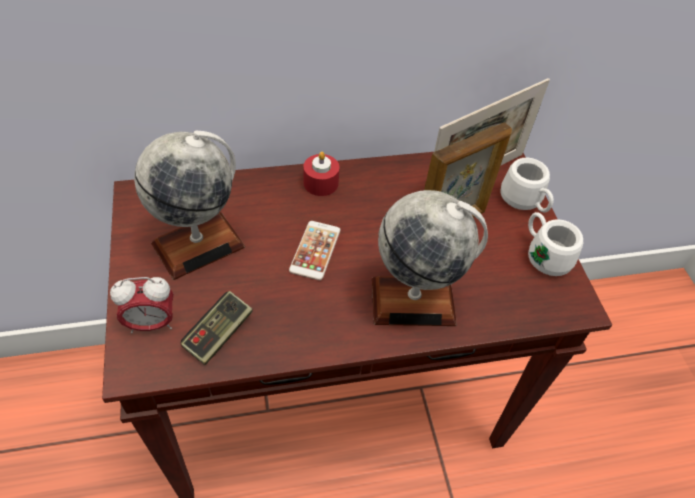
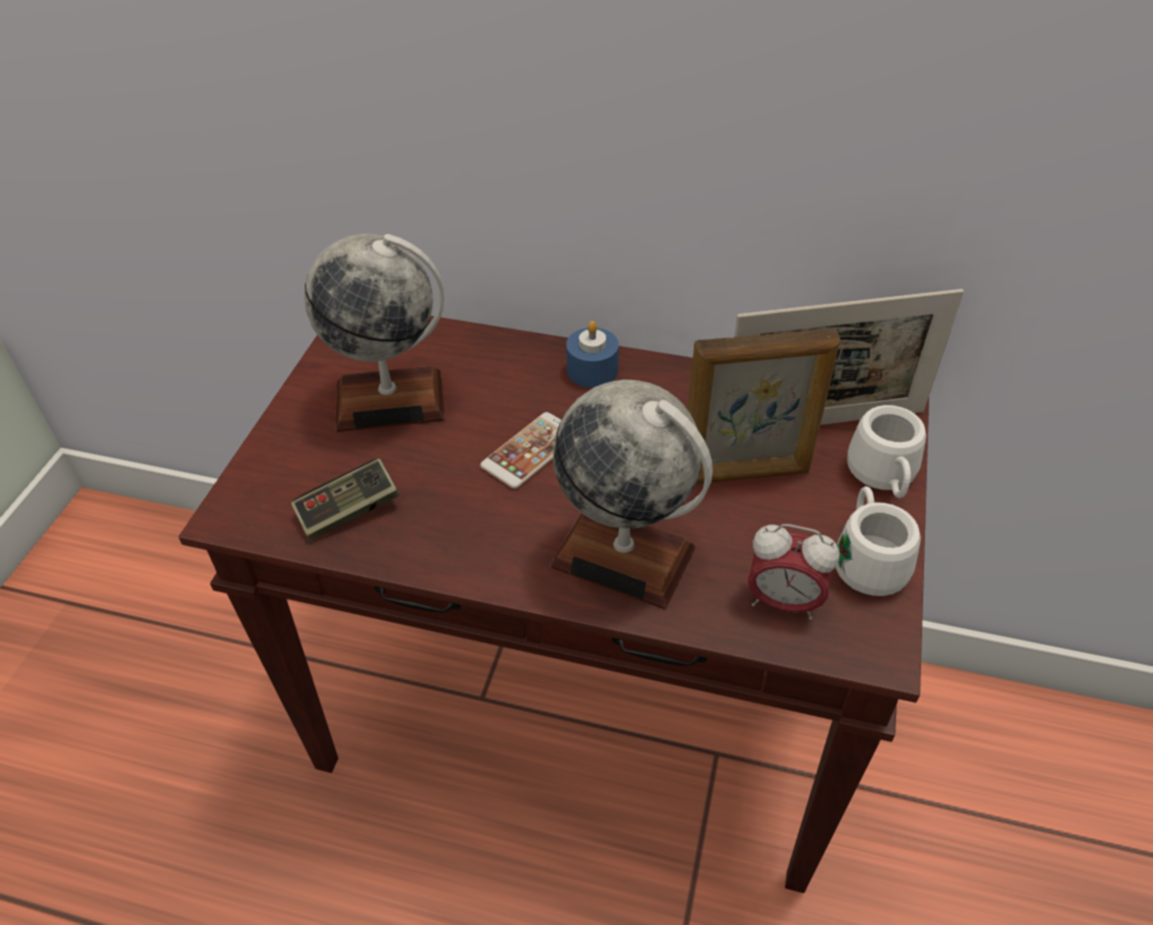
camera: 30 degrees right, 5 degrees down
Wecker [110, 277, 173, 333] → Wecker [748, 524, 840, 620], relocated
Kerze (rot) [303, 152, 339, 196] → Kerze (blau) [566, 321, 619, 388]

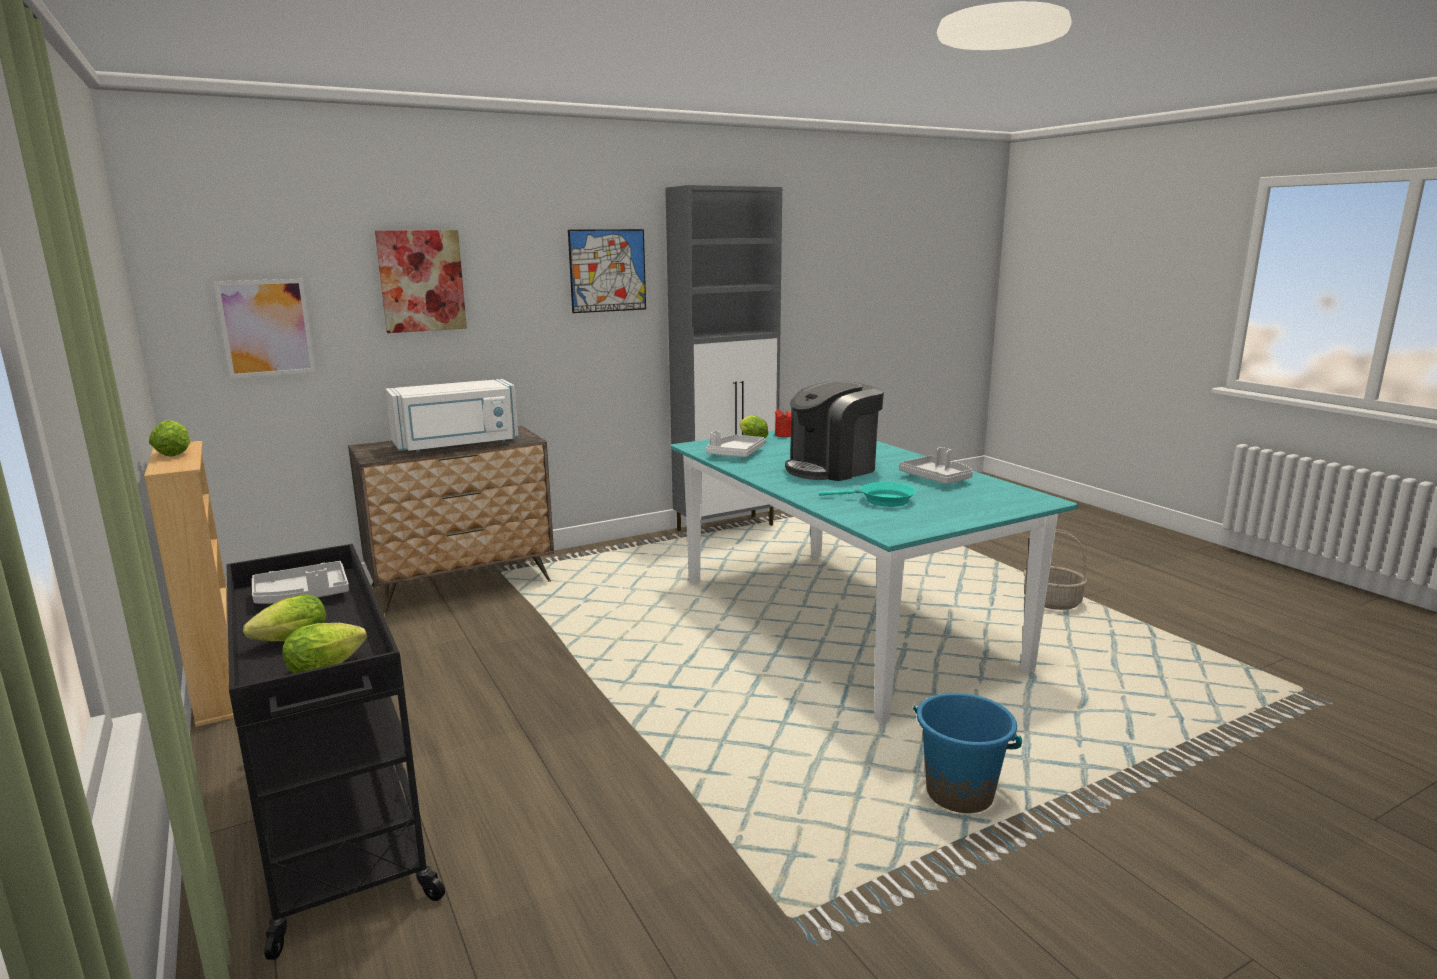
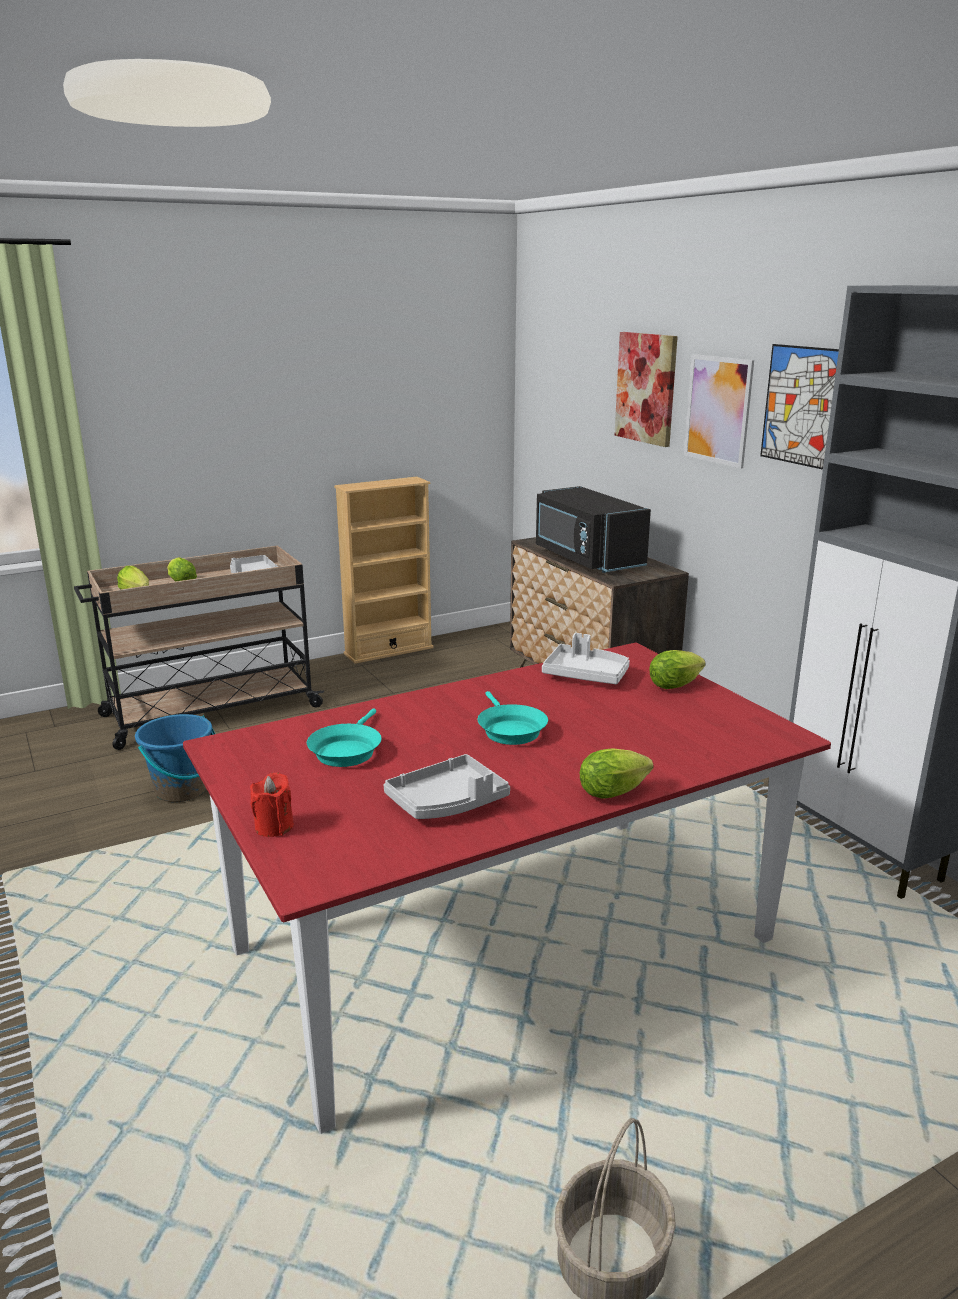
camera: 90 degrees right, 5 degrees up
Salatkopf [149, 420, 190, 457] → Salatkopf [580, 748, 654, 799], relocated
Bild [214, 279, 316, 378] → Bild [684, 354, 754, 469], relocated
Rollwagen (schwarz) [226, 544, 445, 960] → Rollwagen (beige) [74, 546, 324, 750]
Mikrowelle (weiß) [385, 379, 519, 453] → Mikrowelle (schwarz) [536, 486, 651, 573]
Esstisch (türkis) [670, 431, 1077, 724] → Esstisch (rot) [183, 642, 831, 1134]
Kerze (rot) [775, 409, 791, 437] → Kerze (rot) [250, 773, 294, 837], relocated
Kaffeemaschine [785, 381, 884, 481] → Pfanne (türkis) [478, 691, 548, 745]
Eimer (blau) [913, 693, 1022, 813] → Eimer (blau) [135, 714, 215, 802], relocated

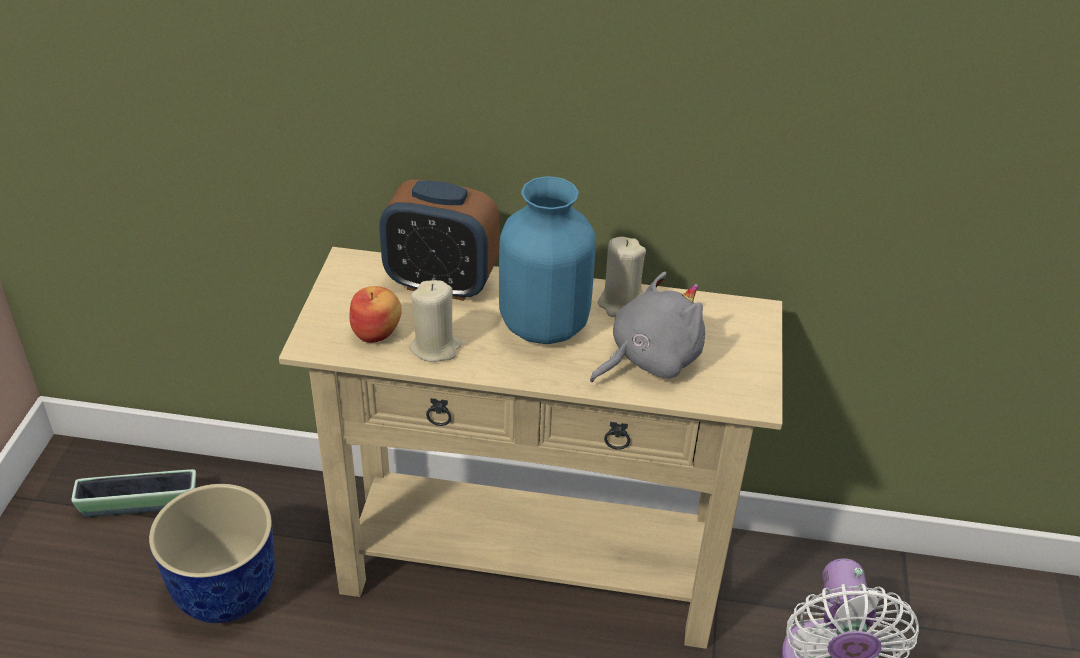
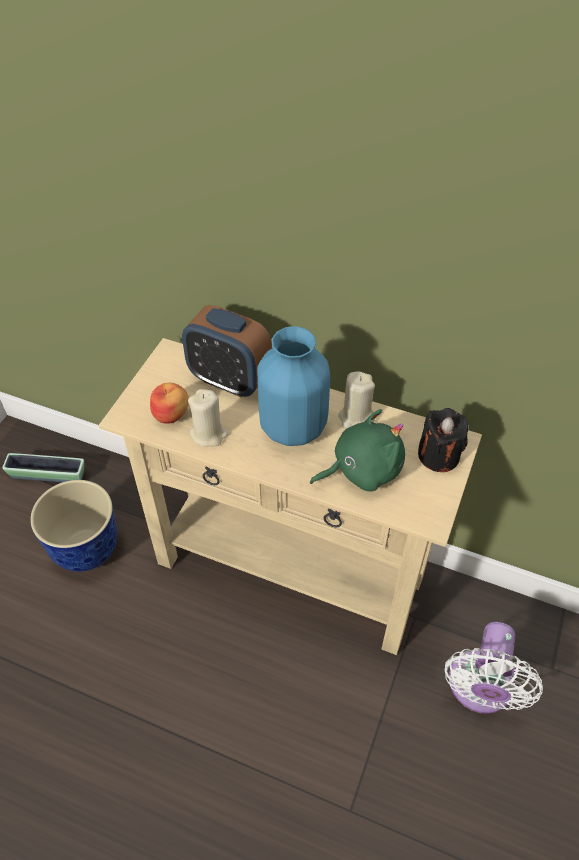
camera: 15 degrees right, 10 degrees up
Plüschtier (grau) [590, 272, 705, 382] → Plüschtier (grün) [310, 409, 405, 492]
- → Kerze (schwarz) [418, 408, 468, 472]

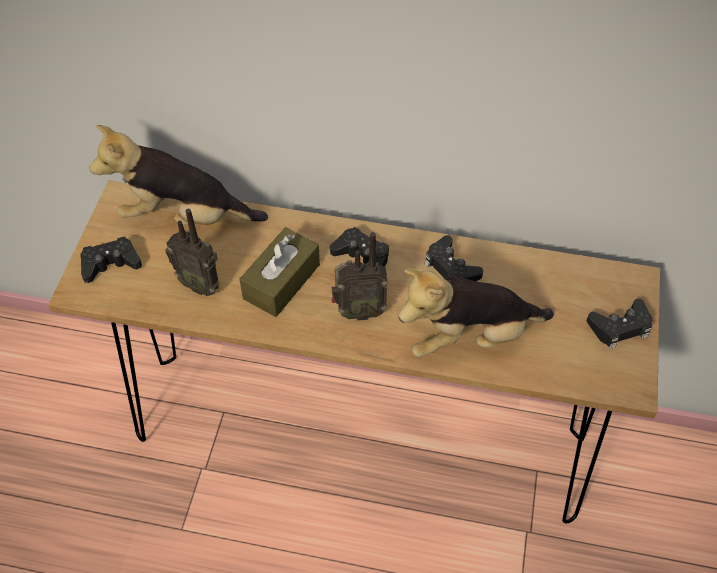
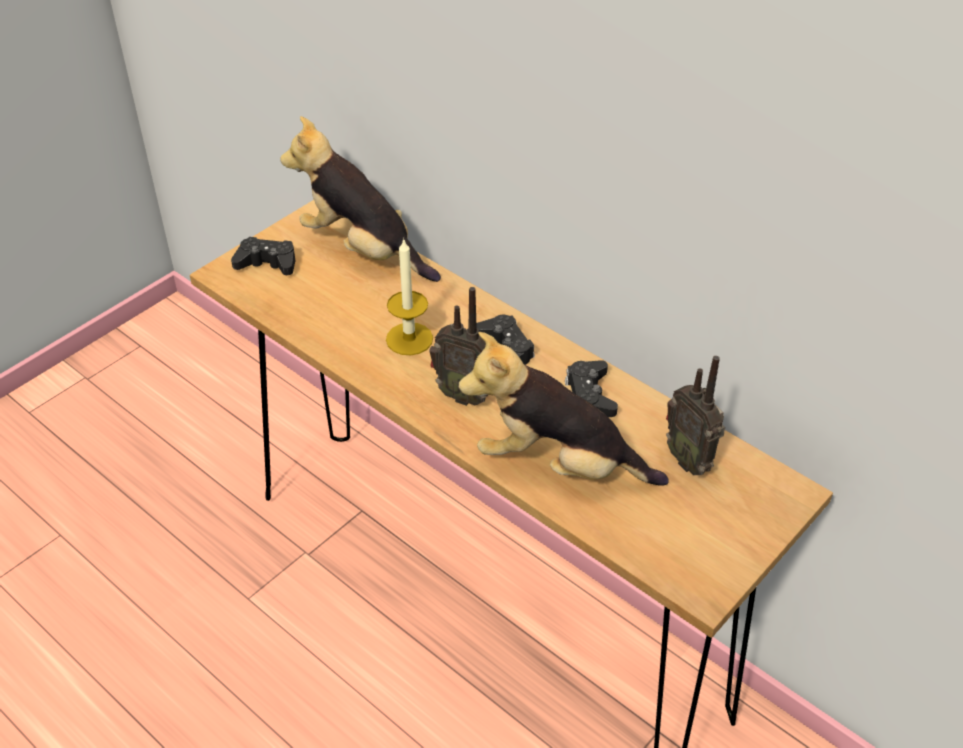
camera: 30 degrees right, 10 degrees down
Radio [165, 209, 220, 296] → Radio [666, 356, 725, 475], relocated
Taschentuchbox (braun) [239, 227, 320, 317] → Kerze [386, 238, 433, 356]
Gamepad (schwarz) [587, 299, 652, 349] → -

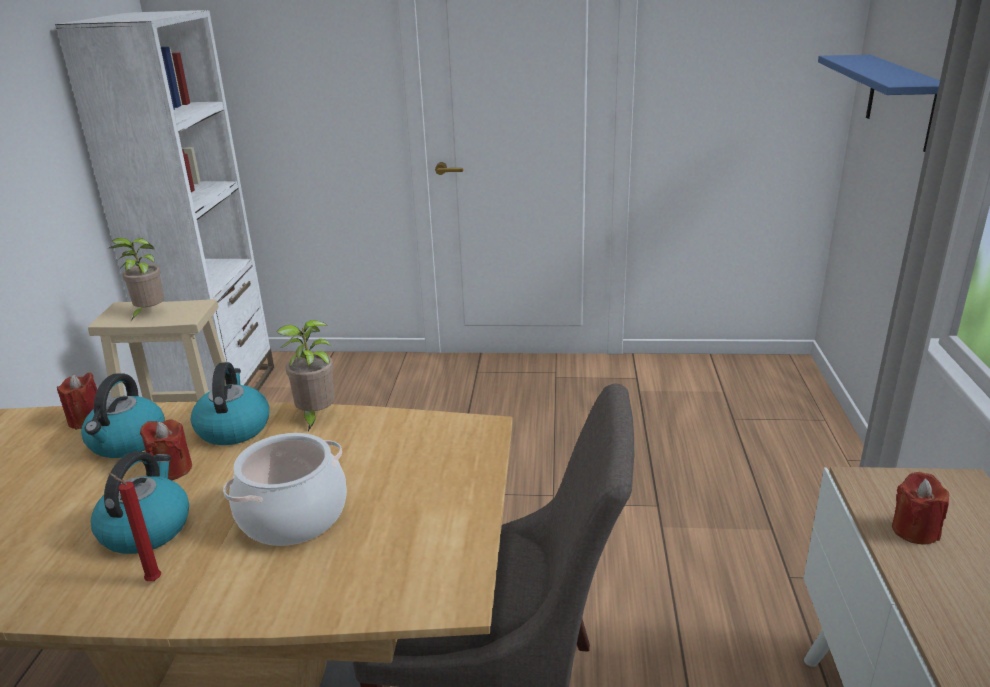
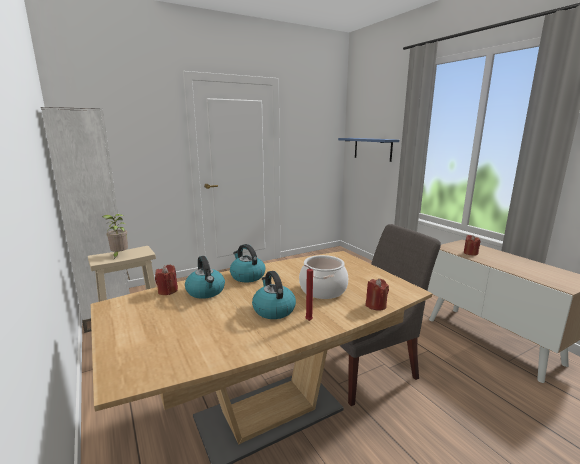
camera: 35 degrees left, 10 degrees down
Kerze (rot) [140, 419, 192, 480] → Kerze (rot) [365, 279, 389, 311], relocated
Topfpflanze [276, 320, 335, 431] → -

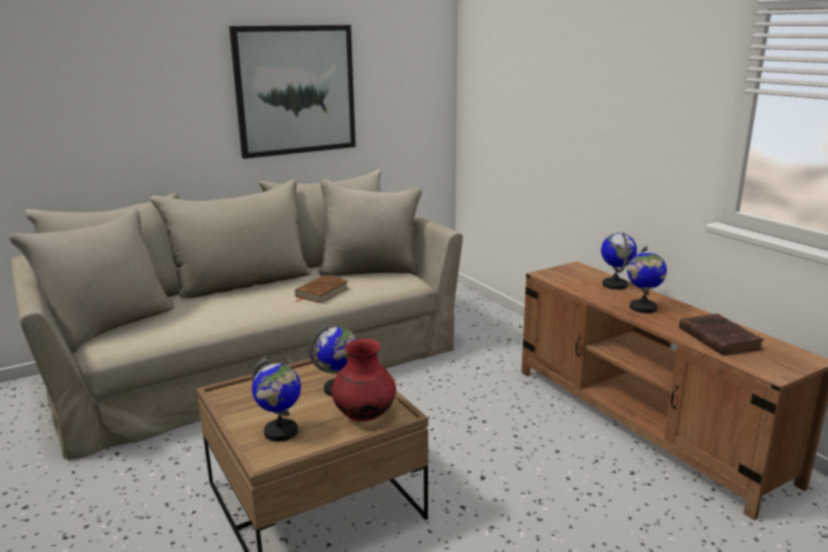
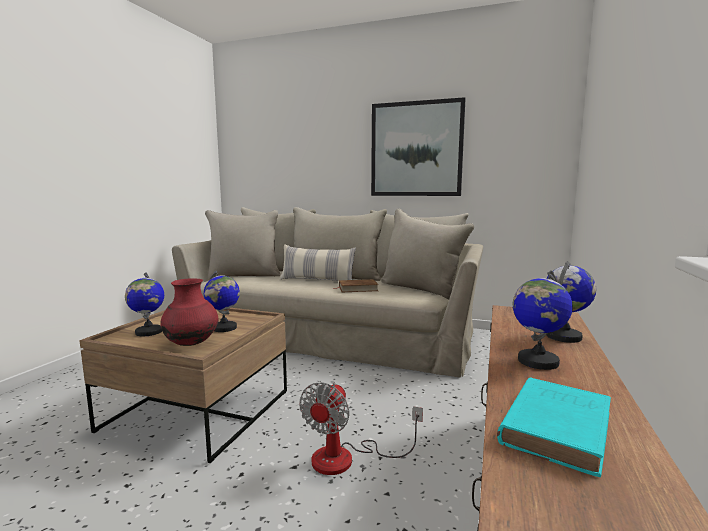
camera: 50 degrees right, 10 degrees down
Buch (braun) [679, 314, 764, 356] → Buch (türkis) [497, 377, 611, 477]
- → Kissen [280, 244, 356, 281]
- → Ventilator [299, 382, 423, 475]

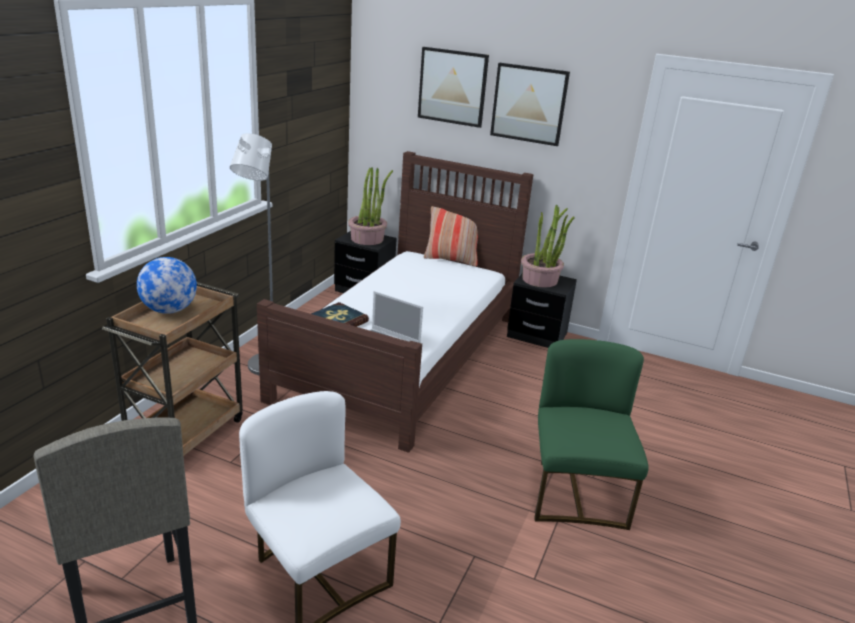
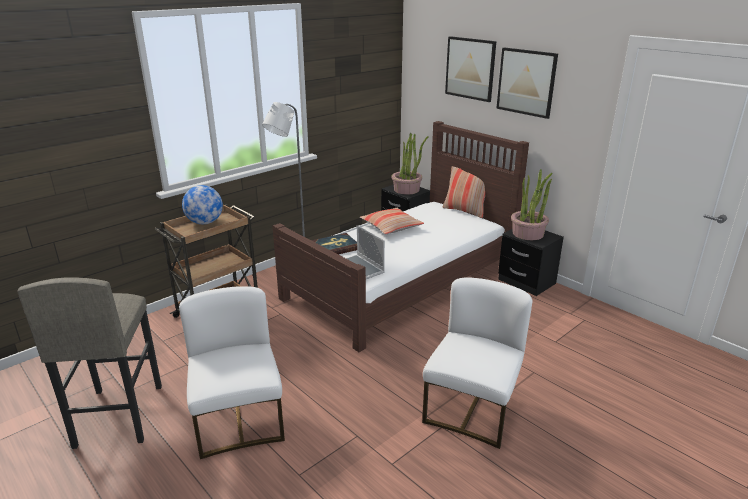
camera: 25 degrees right, 0 degrees up
Stuhl (grün) [534, 339, 649, 530] → Stuhl (weiß) [422, 277, 533, 449]
- → Kissen [360, 208, 424, 235]

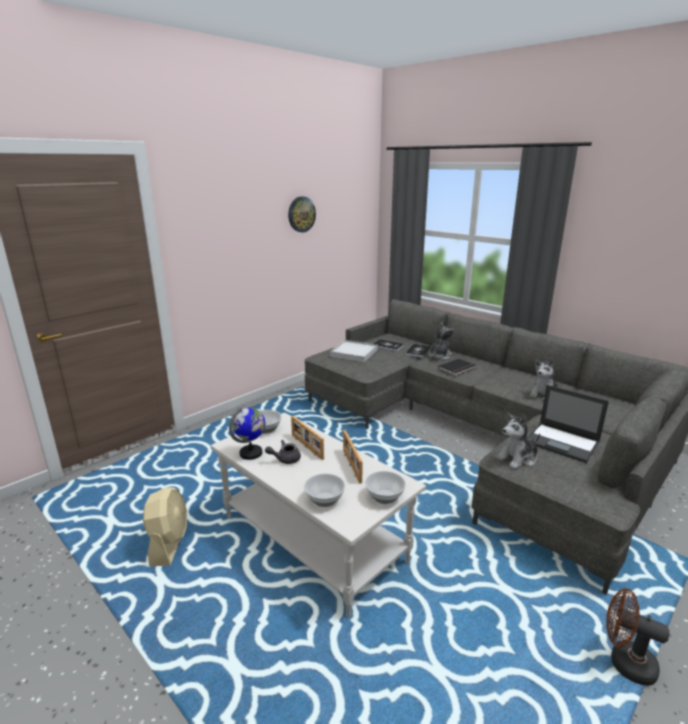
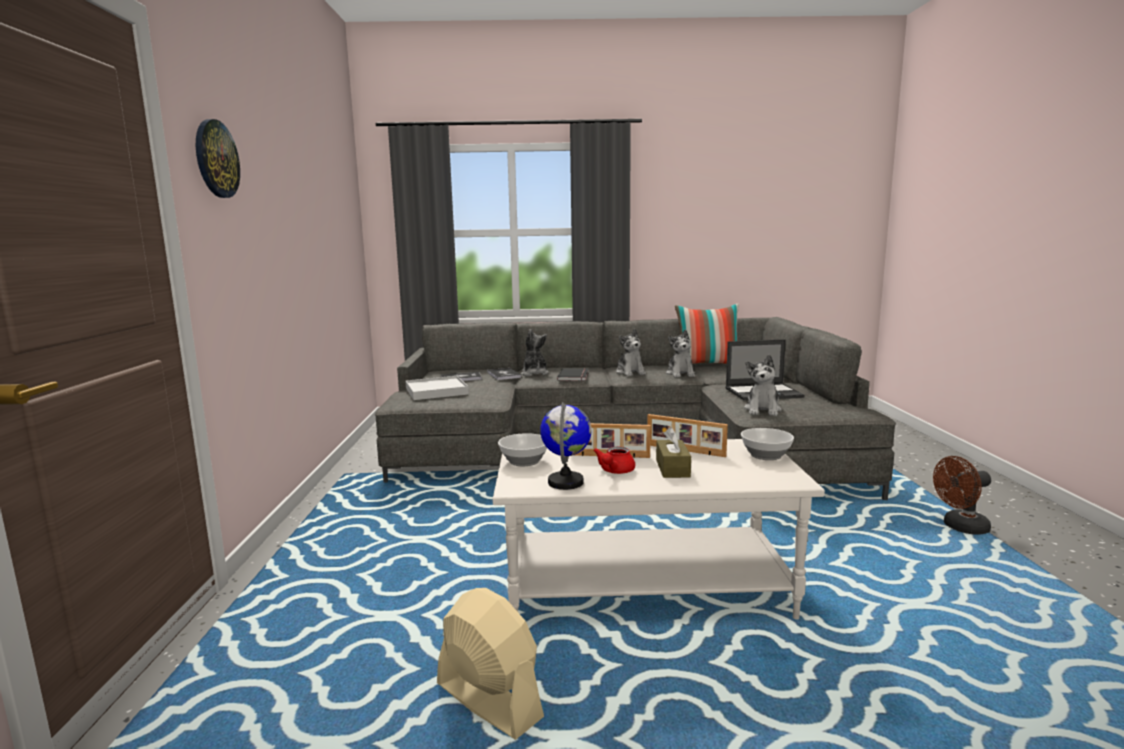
camera: 45 degrees left, 10 degrees down
Teekanne (grau) [265, 440, 301, 464] → Teekanne (rot) [593, 447, 635, 474]
Wanduhr [288, 196, 316, 233] → Wanduhr [196, 119, 240, 198], relocated
Schüssel [304, 474, 345, 507] → -
- → Plüschtier [616, 329, 646, 376]
- → Taschentuchbox (braun) [656, 427, 691, 478]
- → Kissen [675, 304, 739, 364]

